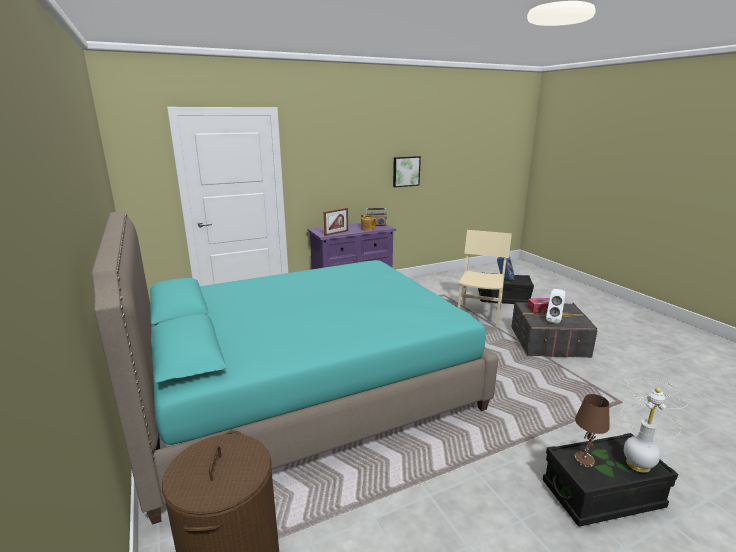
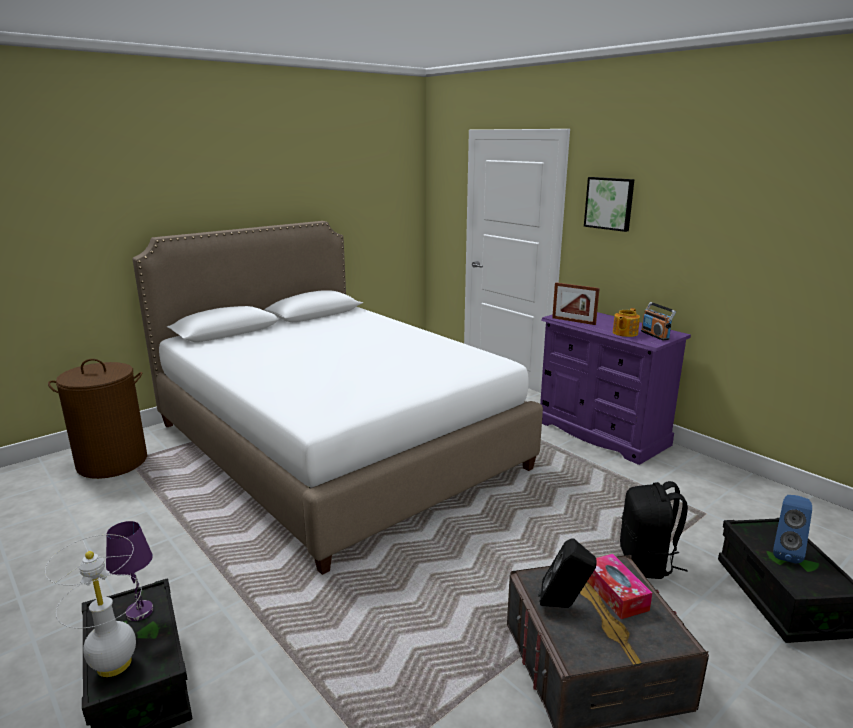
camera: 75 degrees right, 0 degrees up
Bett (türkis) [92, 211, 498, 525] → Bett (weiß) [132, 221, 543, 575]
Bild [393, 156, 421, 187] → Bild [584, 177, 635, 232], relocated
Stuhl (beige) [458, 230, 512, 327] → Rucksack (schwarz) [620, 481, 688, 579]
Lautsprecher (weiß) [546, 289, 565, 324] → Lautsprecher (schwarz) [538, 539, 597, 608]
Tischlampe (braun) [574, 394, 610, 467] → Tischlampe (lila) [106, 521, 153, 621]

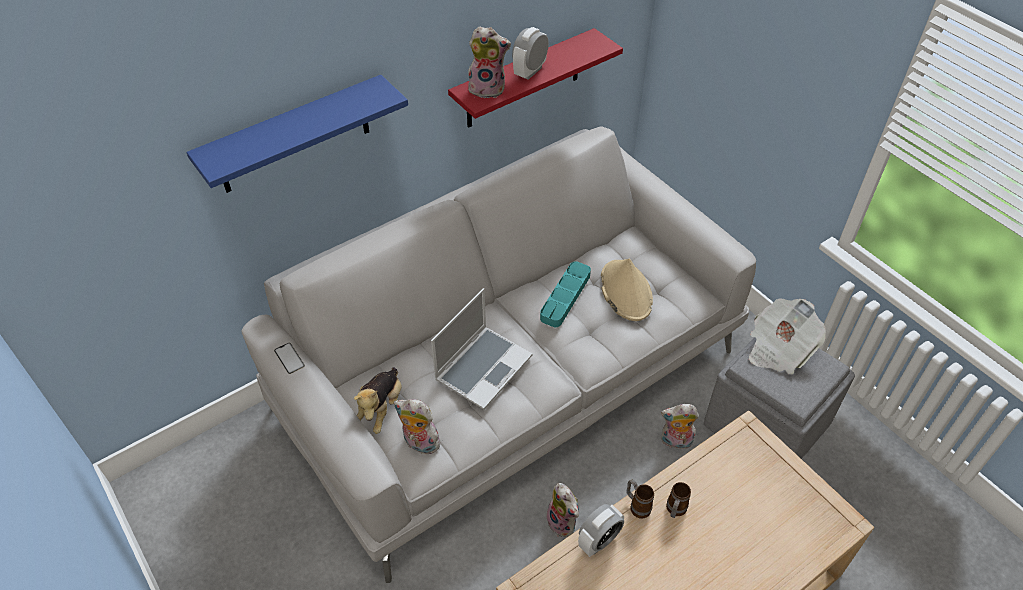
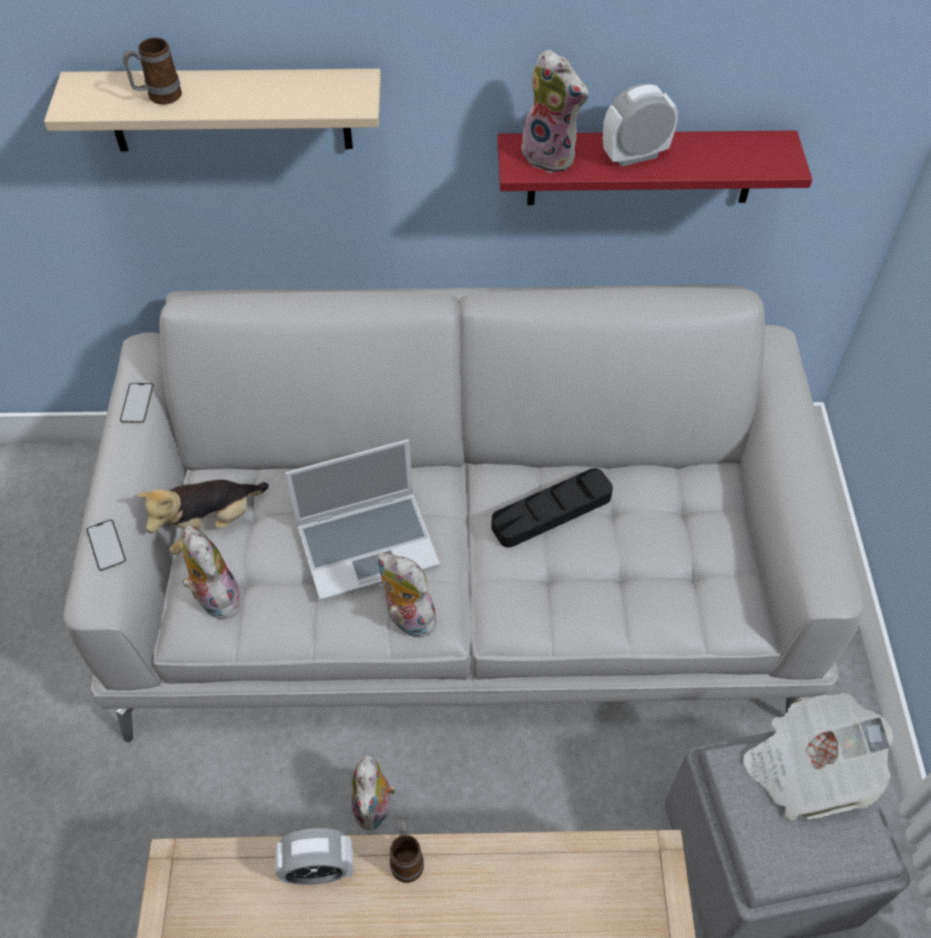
camera: 35 degrees right, 5 degrees up
Wandregal (blau) [186, 75, 408, 193] → Wandregal (beige) [44, 69, 381, 152]
Tablett (türkis) [540, 261, 591, 327] → Tablett (schwarz) [491, 468, 613, 547]
Hut (beige) [601, 259, 653, 321] → -
Plüschtier [661, 404, 699, 450] → Plüschtier [377, 553, 443, 638], relocated
Henkelbecher [666, 482, 691, 518] → Henkelbecher [123, 38, 182, 104], relocated
- → Handy [86, 519, 126, 571]

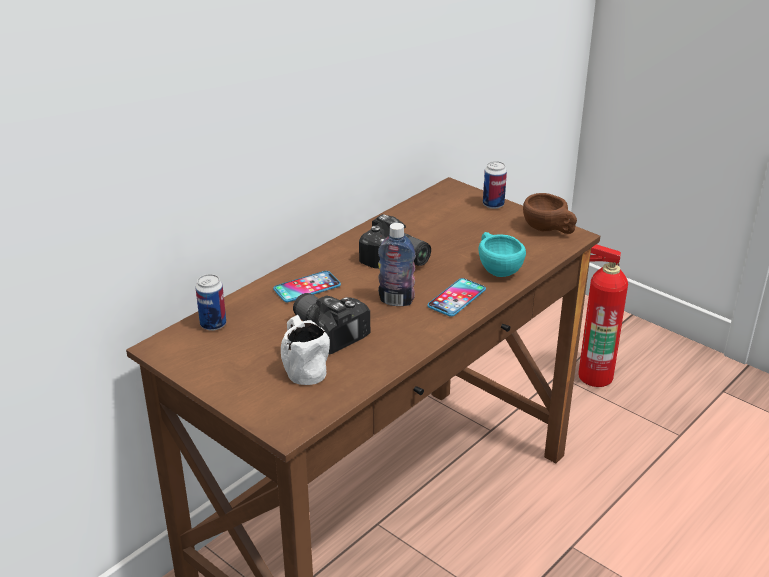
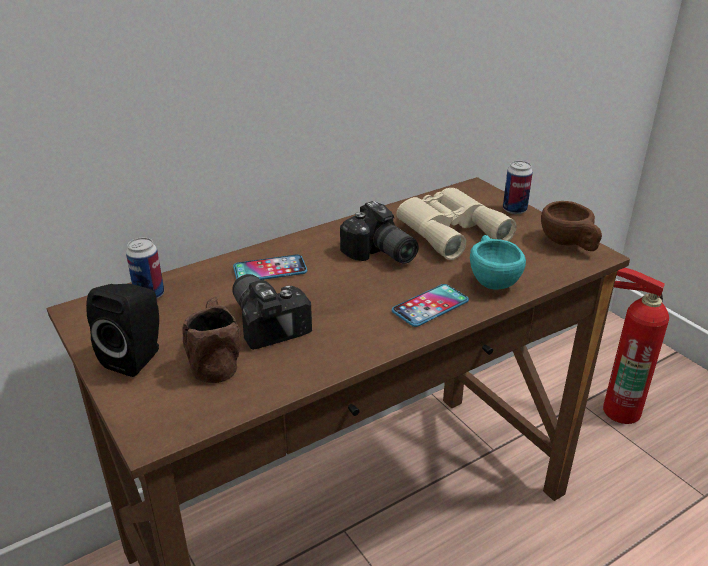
camera: 15 degrees right, 0 degrees up
Henkelbecher (weiß) [281, 315, 330, 385] → Henkelbecher (braun) [182, 297, 240, 383]
Flasche [378, 223, 416, 306] → -
- → Lautsprecher (schwarz) [86, 284, 159, 377]
- → Fernglas (beige) [396, 188, 517, 260]

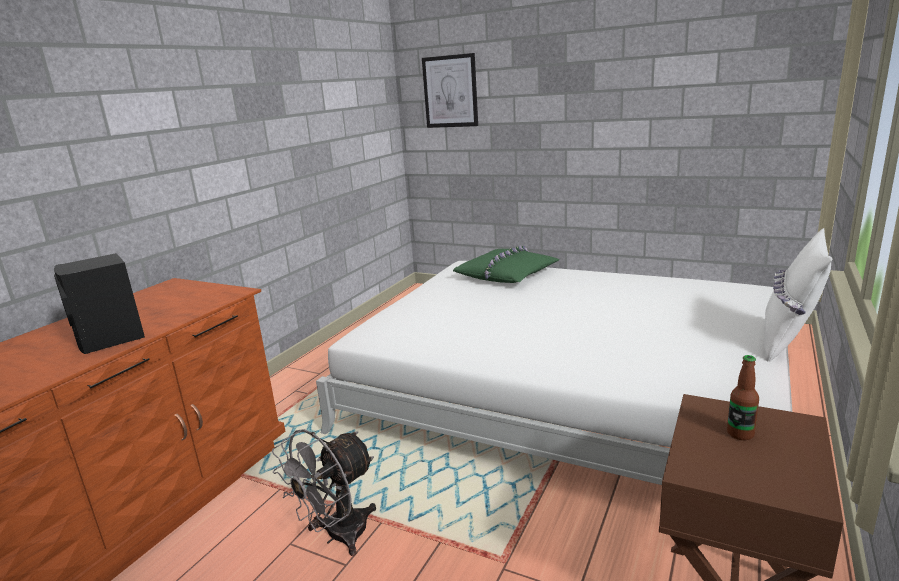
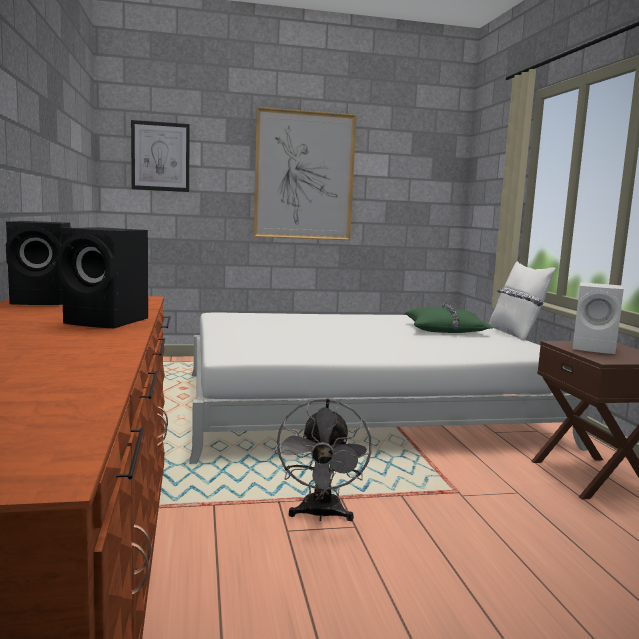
camera: 40 degrees left, 10 degrees down
Kissen (grün) [453, 245, 559, 283] → Kissen (grün) [405, 303, 493, 333], relocated
Flasche [727, 355, 759, 440] → Lautsprecher (weiß) [572, 282, 624, 354]
- → Lautsprecher (schwarz) [6, 221, 70, 305]
- → Bild [253, 107, 357, 240]

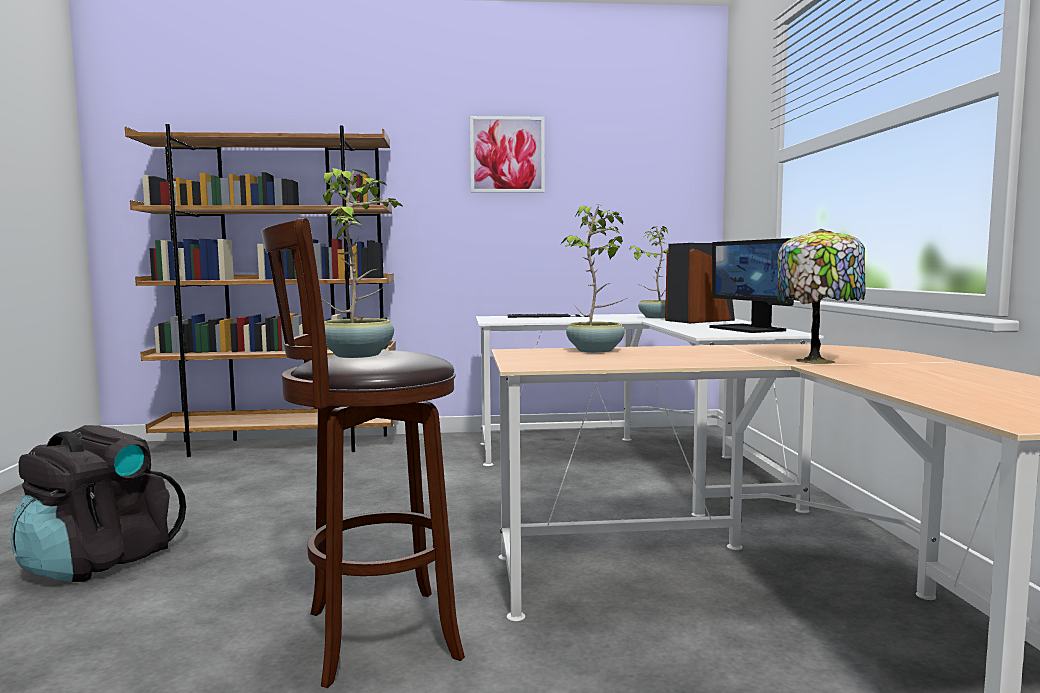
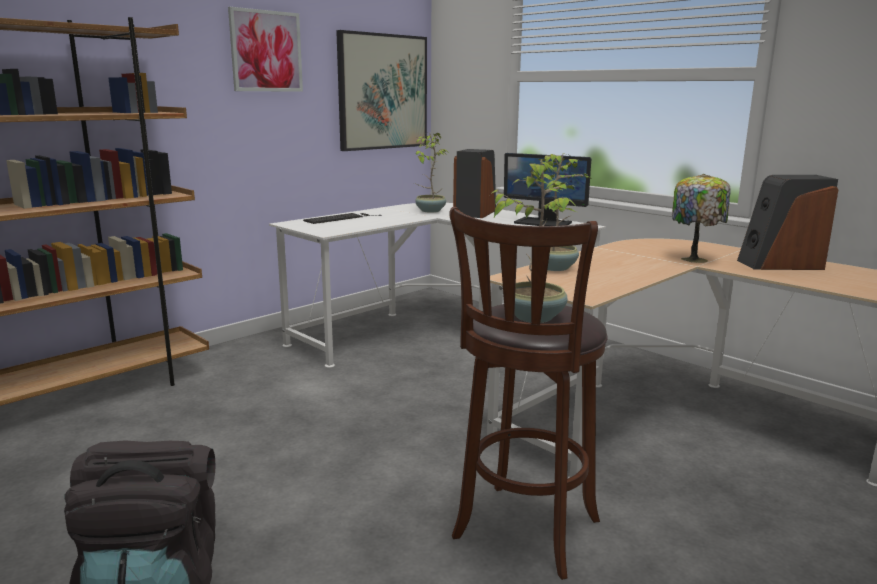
camera: 40 degrees left, 10 degrees up
- → Bild [336, 30, 427, 151]
- → Lautsprecher [737, 175, 838, 270]

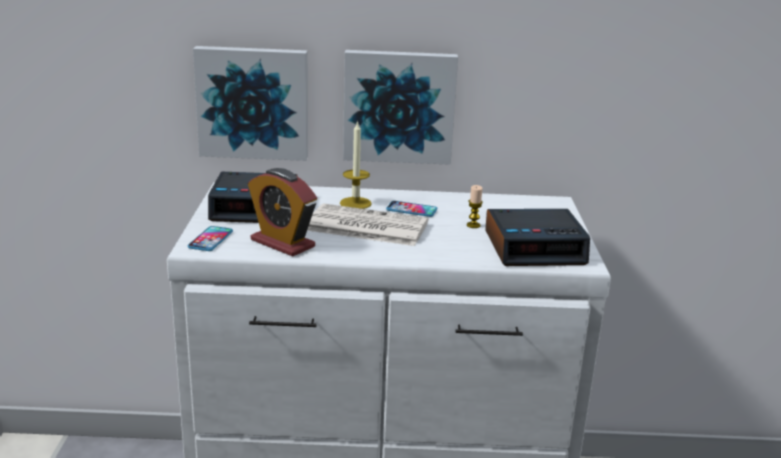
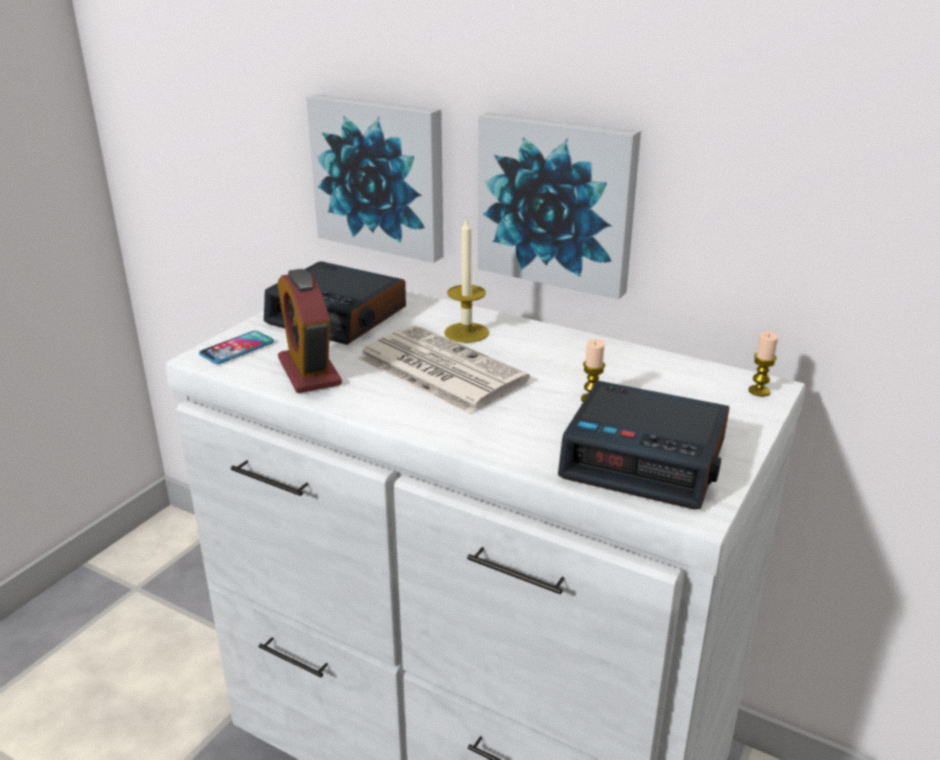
camera: 30 degrees right, 5 degrees up
Handy [386, 201, 437, 217] → -
- → Kerze [749, 331, 778, 397]

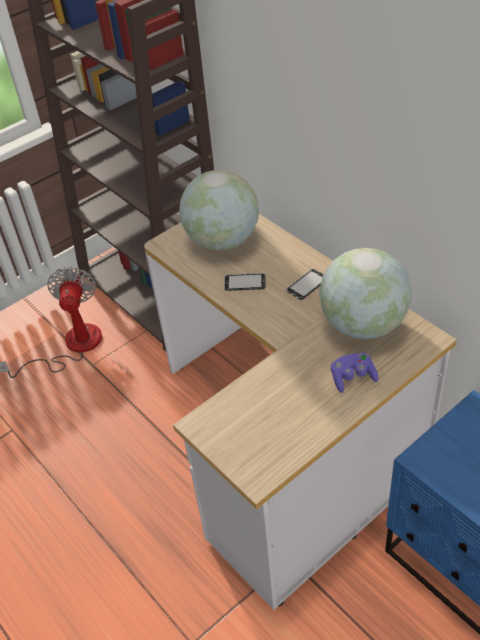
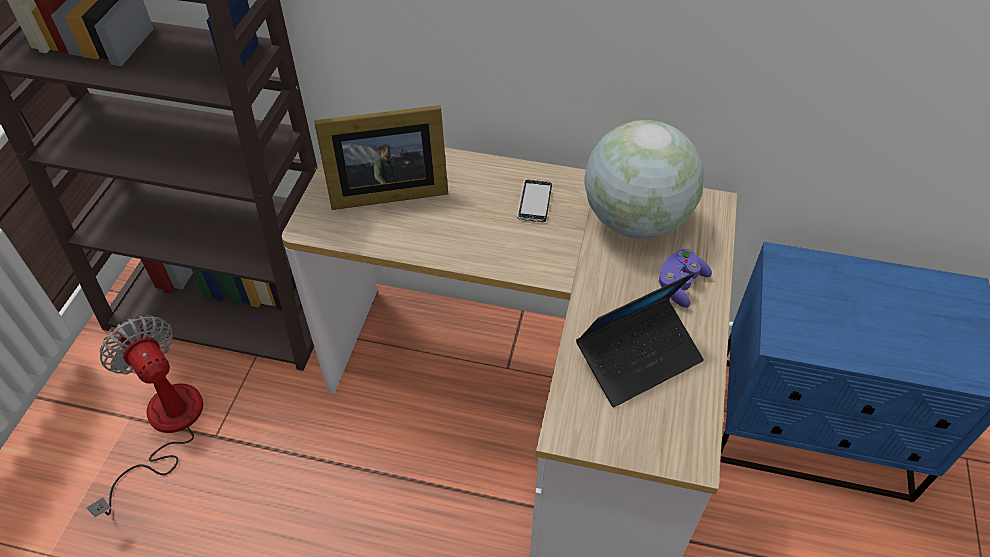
camera: 40 degrees left, 5 degrees up
Globus [179, 170, 259, 251] → Bilderrahmen [314, 105, 448, 210]
Handy [224, 273, 266, 291] → -
- → Laptop [576, 272, 704, 407]

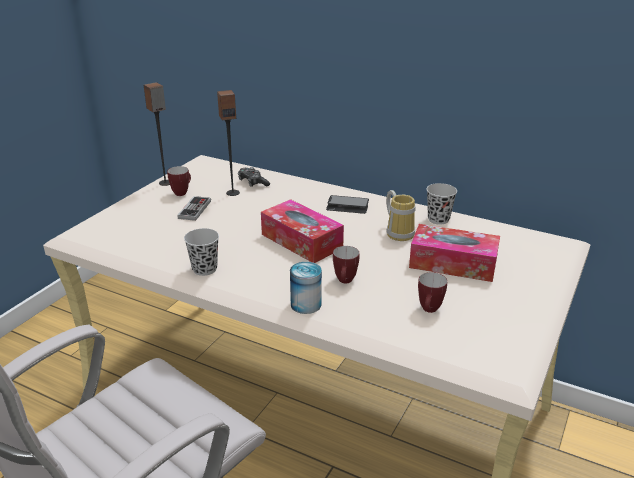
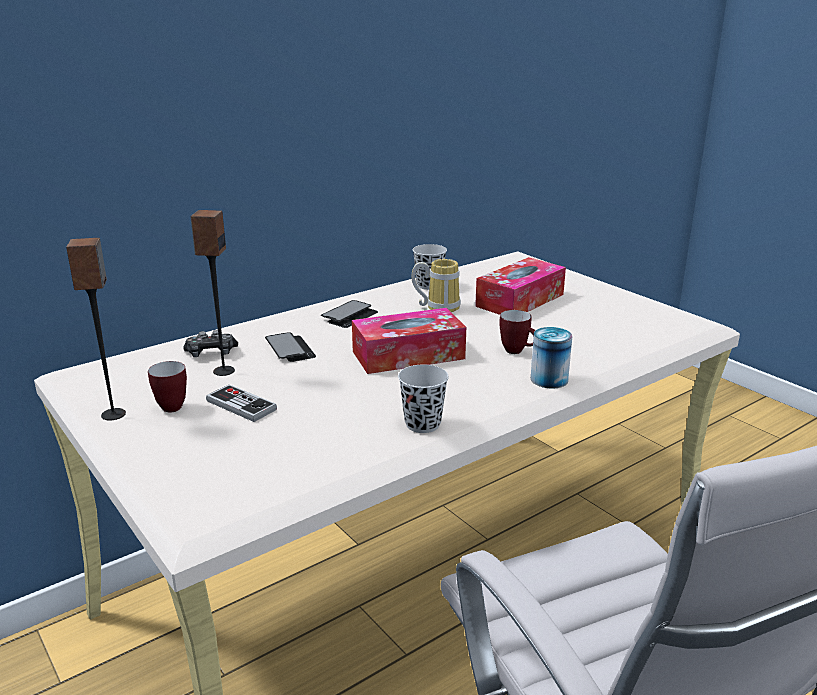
camera: 65 degrees left, 5 degrees down
Henkelbecher [418, 272, 447, 313] → -
- → Handy [265, 332, 316, 362]

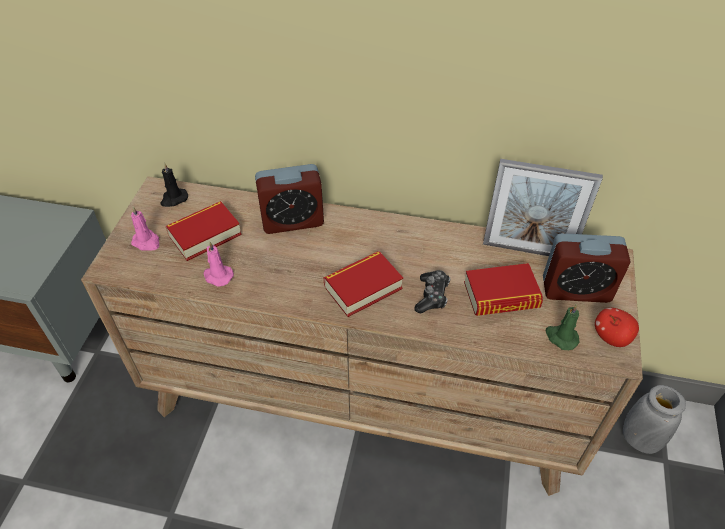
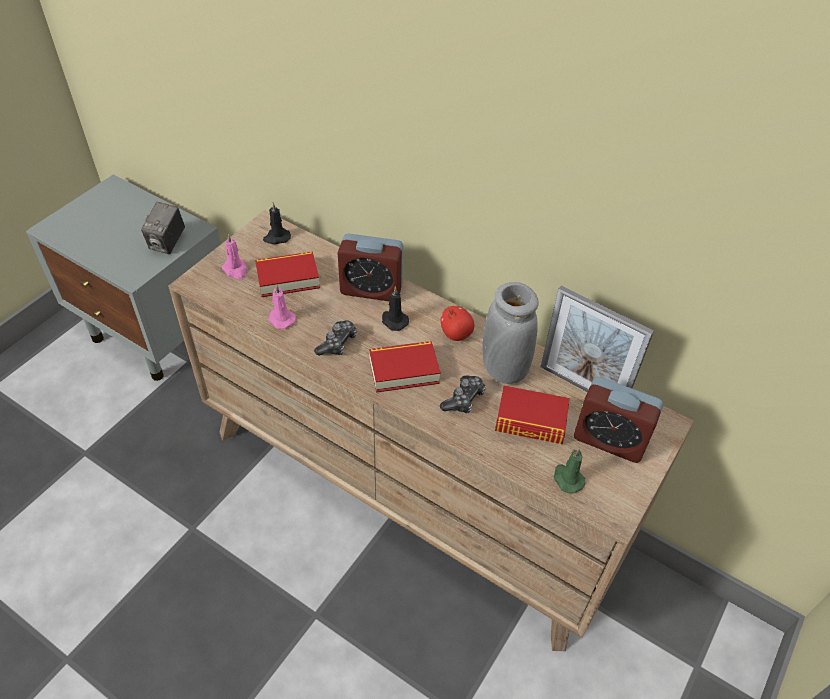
camera: 20 degrees right, 0 degrees up
Apfel [595, 308, 639, 347] → Apfel [441, 306, 474, 341], relocated
Vase (grau) [623, 385, 686, 454] → Vase (grau) [482, 282, 539, 384], relocated
- → Kamera [141, 202, 185, 254]
- → Gamepad [314, 320, 357, 356]
- → Kerze (schwarz) [382, 286, 409, 331]

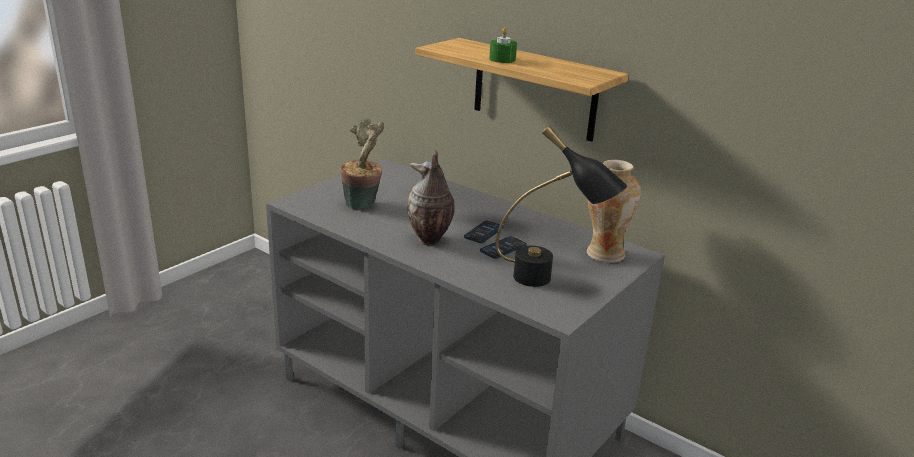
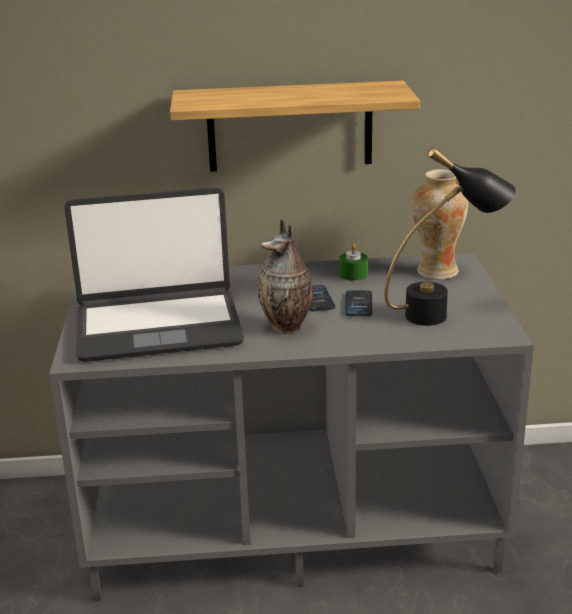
camera: 40 degrees left, 0 degrees up
Topfpflanze [340, 119, 384, 209] → Laptop [64, 187, 244, 362]
Kerze (grün) [489, 27, 517, 63] → Kerze (grün) [339, 243, 368, 281], relocated

